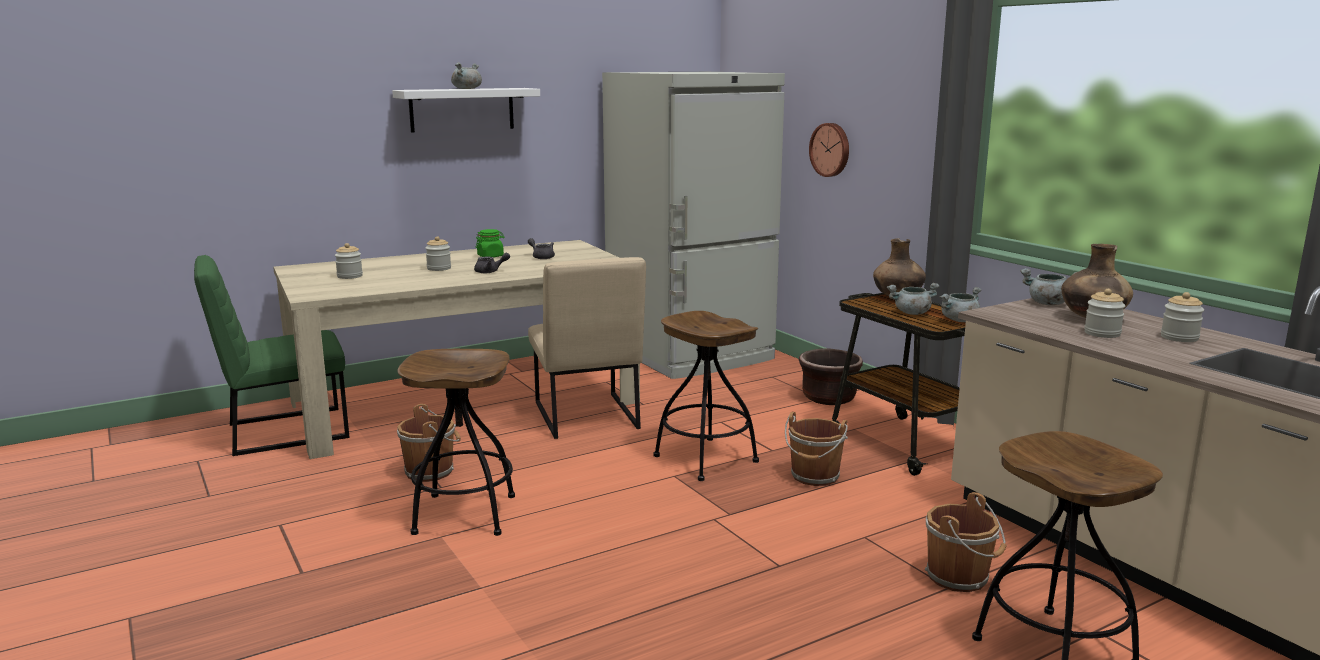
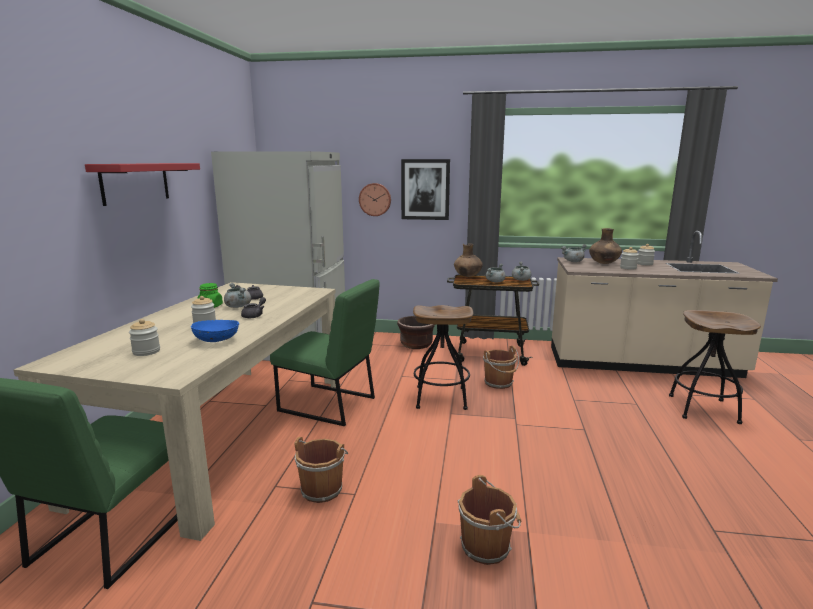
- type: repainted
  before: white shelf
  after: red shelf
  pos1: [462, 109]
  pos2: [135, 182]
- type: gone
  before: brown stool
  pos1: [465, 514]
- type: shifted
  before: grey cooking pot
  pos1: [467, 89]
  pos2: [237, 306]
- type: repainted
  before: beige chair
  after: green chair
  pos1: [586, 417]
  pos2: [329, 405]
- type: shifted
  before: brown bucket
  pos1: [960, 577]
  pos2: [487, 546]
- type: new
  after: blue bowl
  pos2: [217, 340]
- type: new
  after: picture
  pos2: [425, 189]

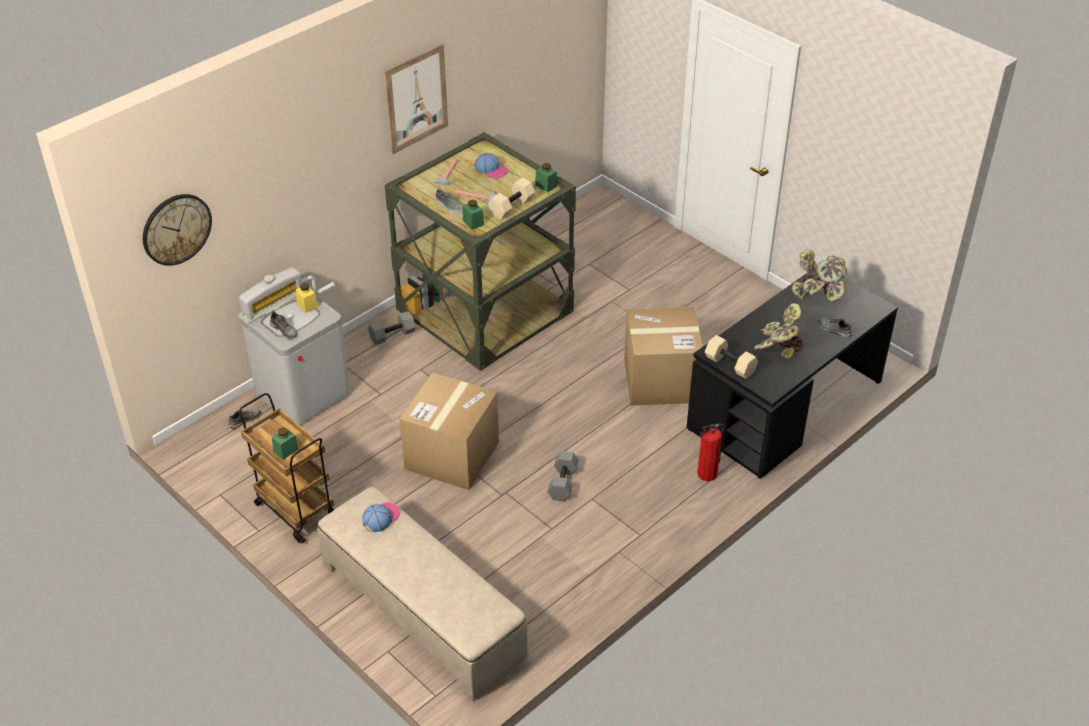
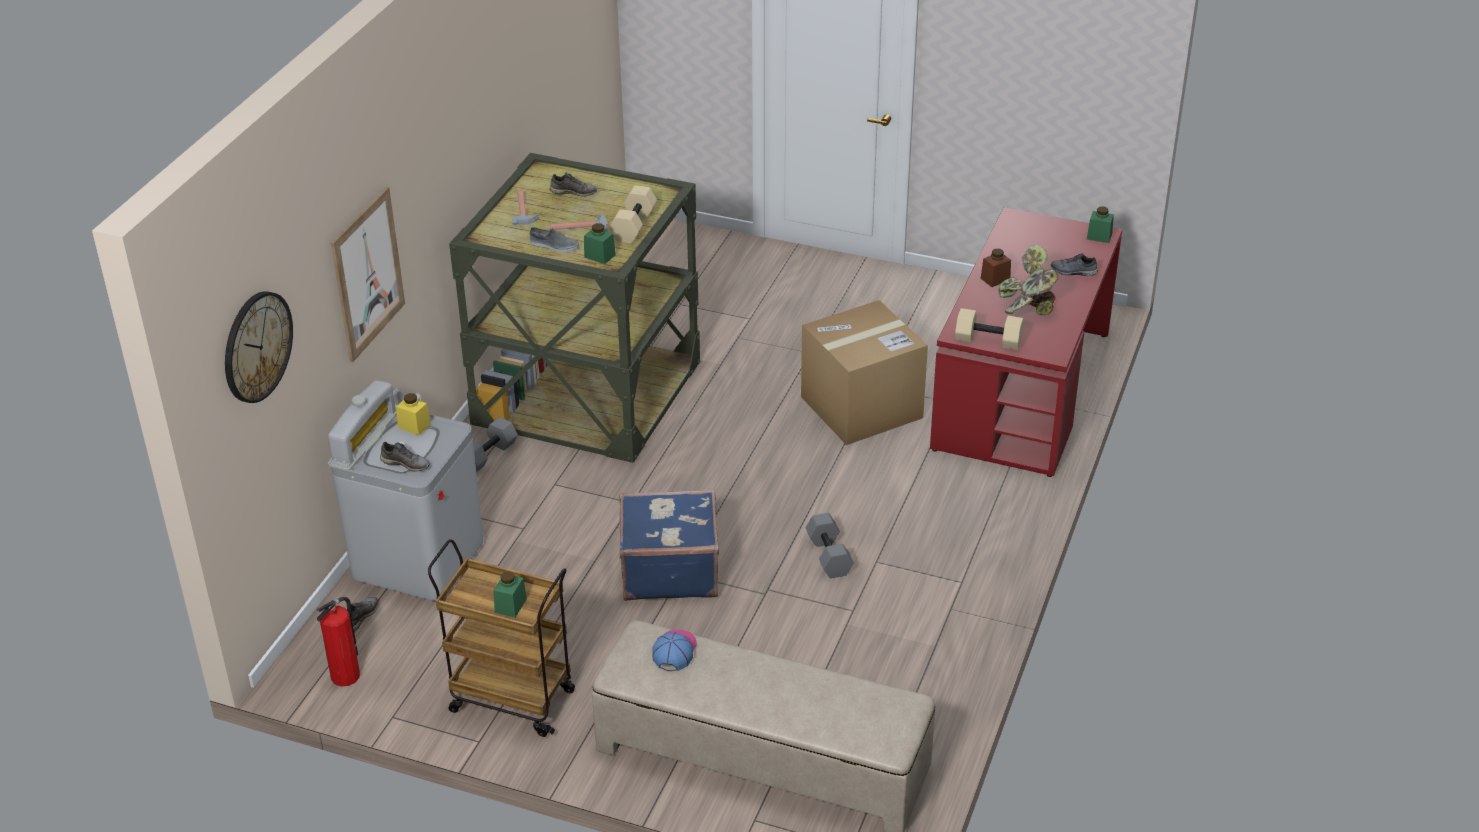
- type: shifted
  before: picture
  pos1: [416, 98]
  pos2: [367, 274]
- type: swapped
  before: cardboard box
  after: blue suitcase
  pos1: [452, 455]
  pos2: [669, 570]
- type: swapped
  before: cap
  after: grey shoe
  pos1: [491, 169]
  pos2: [574, 192]
- type: shifted
  before: green jar
  pos1: [546, 185]
  pos2: [1099, 236]
- type: repainted
  before: black desk
  after: red desk
  pos1: [785, 405]
  pos2: [1023, 390]
- type: shifted
  before: fire extinguisher
  pos1: [707, 473]
  pos2: [346, 675]
- type: gone
  before: potted plant
  pos1: [818, 293]
- type: new
  after: brown jar
  pos2: [995, 279]

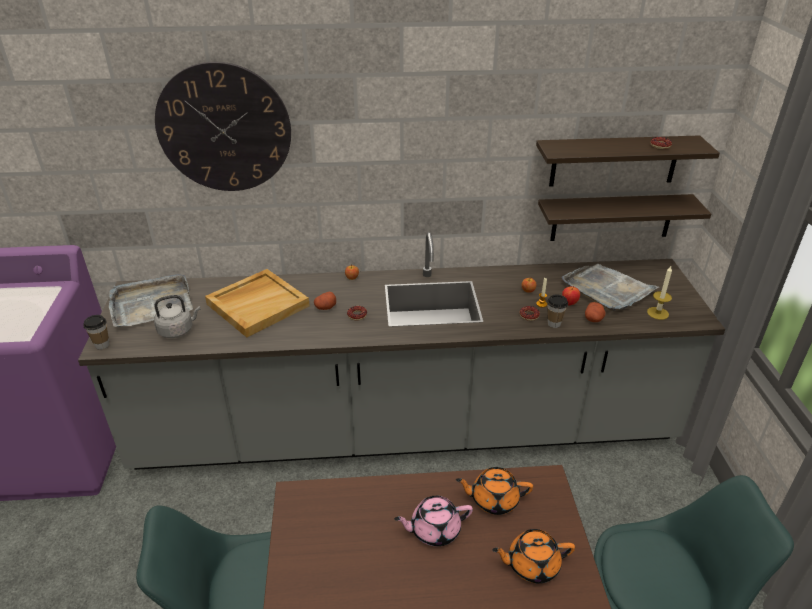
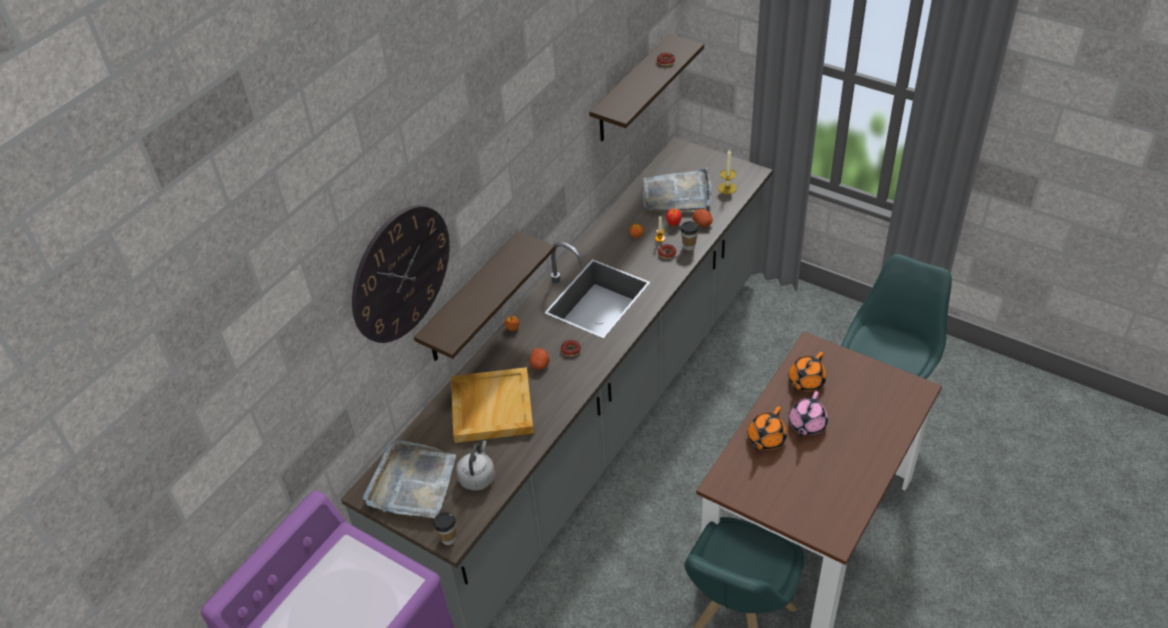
- type: shifted
  before: orange teapot
  pos1: [532, 564]
  pos2: [765, 439]
- type: shifted
  before: shelf
  pos1: [612, 217]
  pos2: [471, 300]

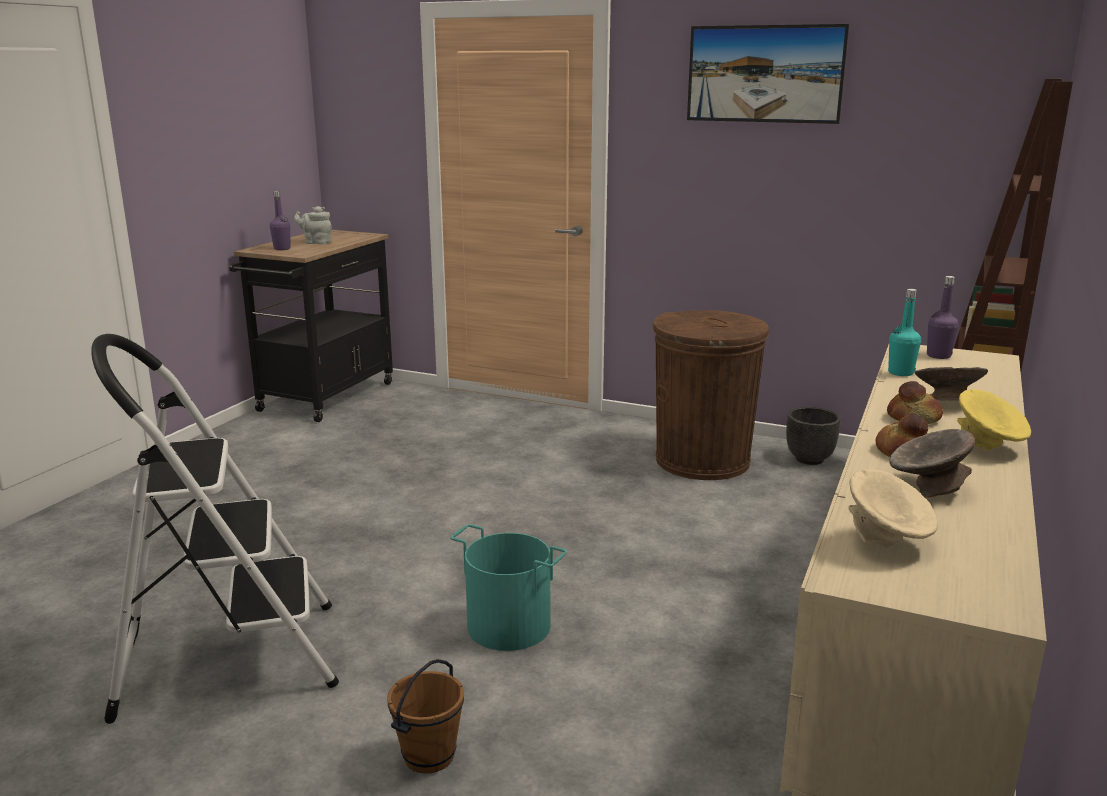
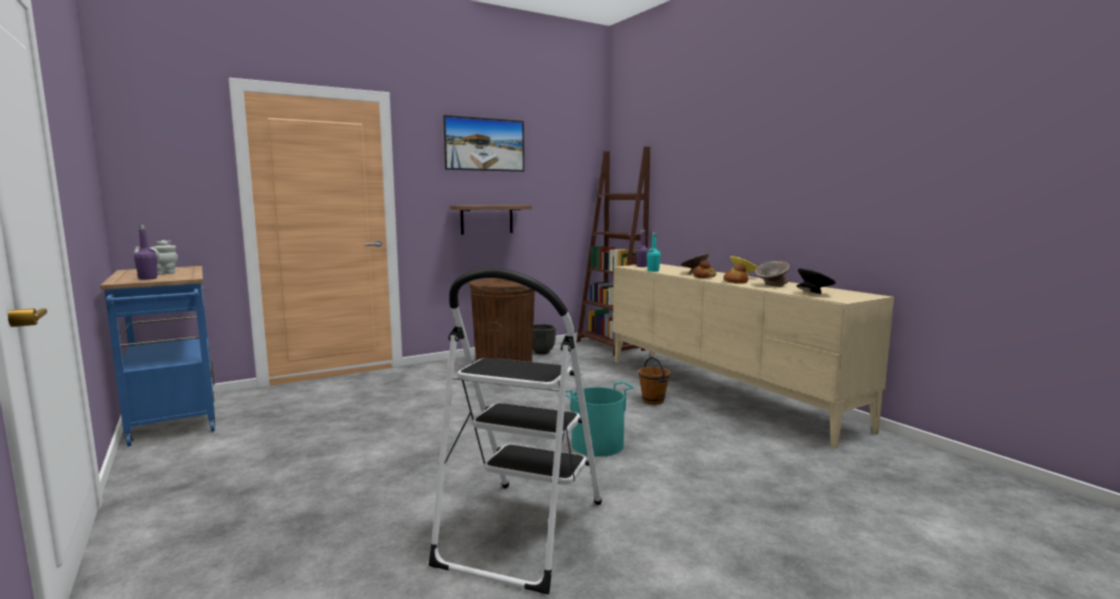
- type: repainted
  before: black cart
  after: blue cart
  pos1: [324, 398]
  pos2: [174, 420]
- type: shifted
  before: brown bucket
  pos1: [430, 756]
  pos2: [653, 401]
- type: repainted
  before: beige bowl
  after: black bowl
  pos1: [887, 542]
  pos2: [814, 294]
- type: new
  after: shelf
  pos2: [486, 219]

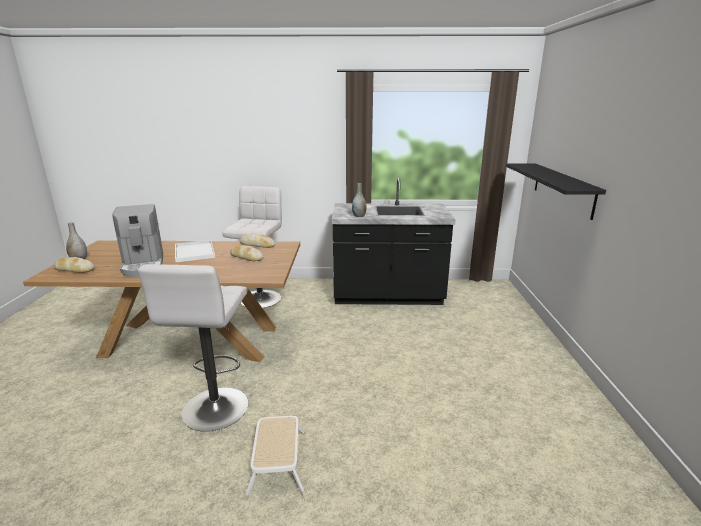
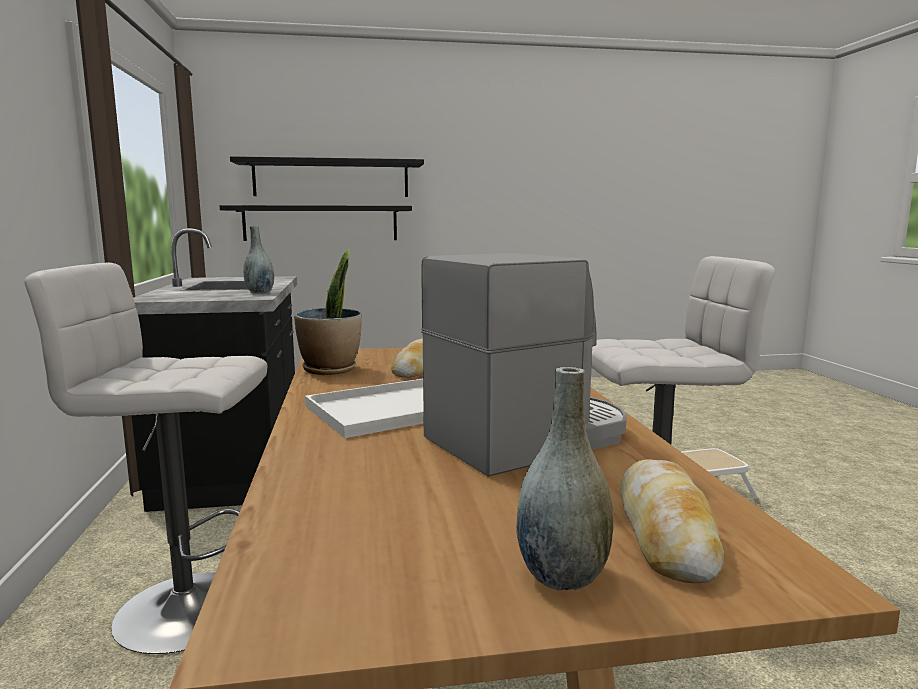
- type: swapped
  before: bread
  after: potted plant
  pos1: [257, 245]
  pos2: [330, 369]
- type: new
  after: black shelf
  pos2: [331, 179]

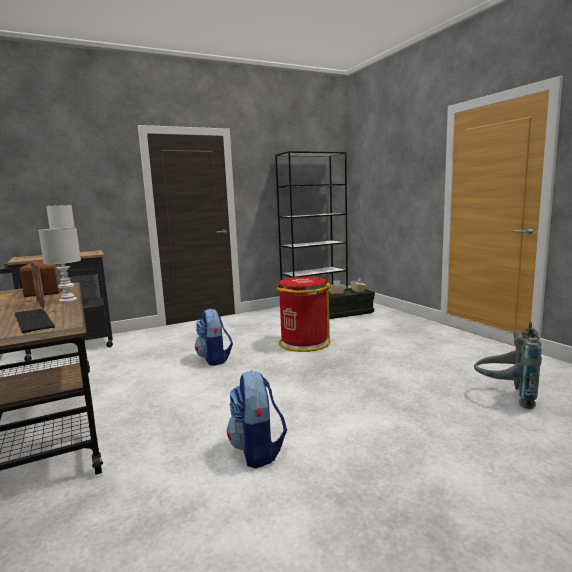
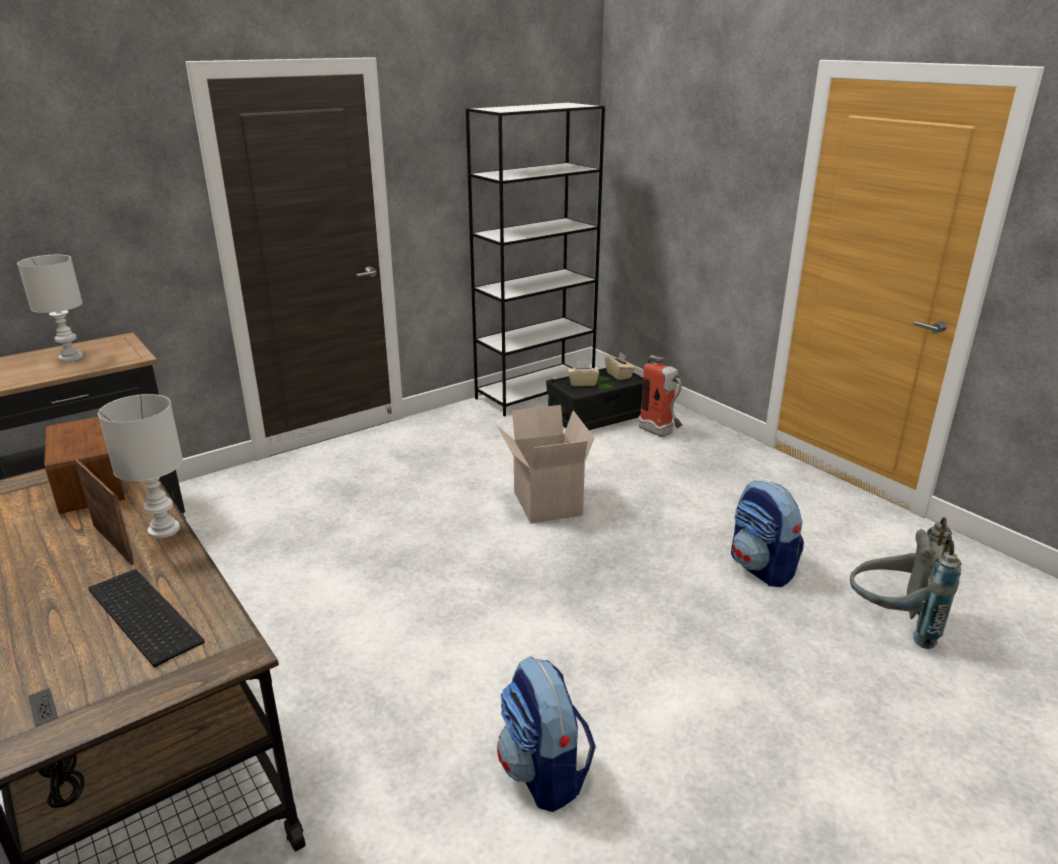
- type: shifted
  before: backpack
  pos1: [214, 359]
  pos2: [761, 568]
- type: swapped
  before: red trash can
  after: cardboard box
  pos1: [304, 343]
  pos2: [544, 503]
- type: new
  after: fire extinguisher
  pos2: [660, 433]

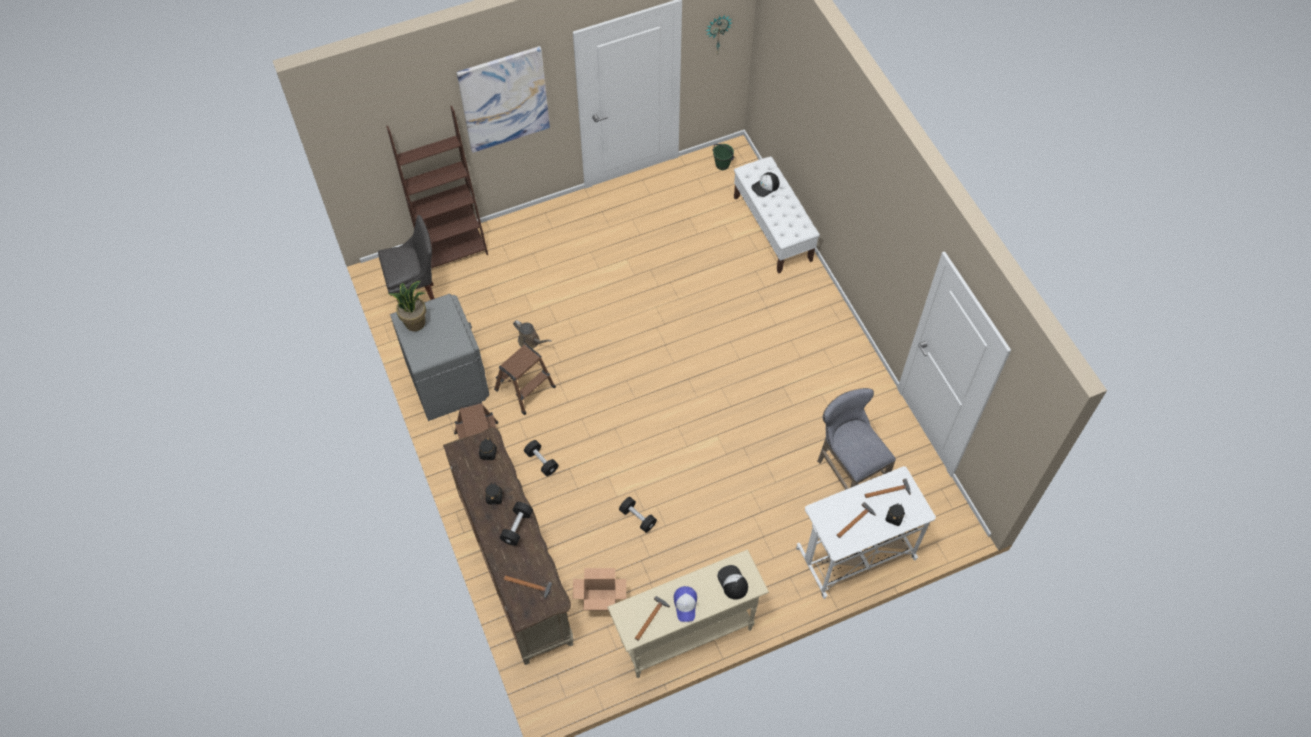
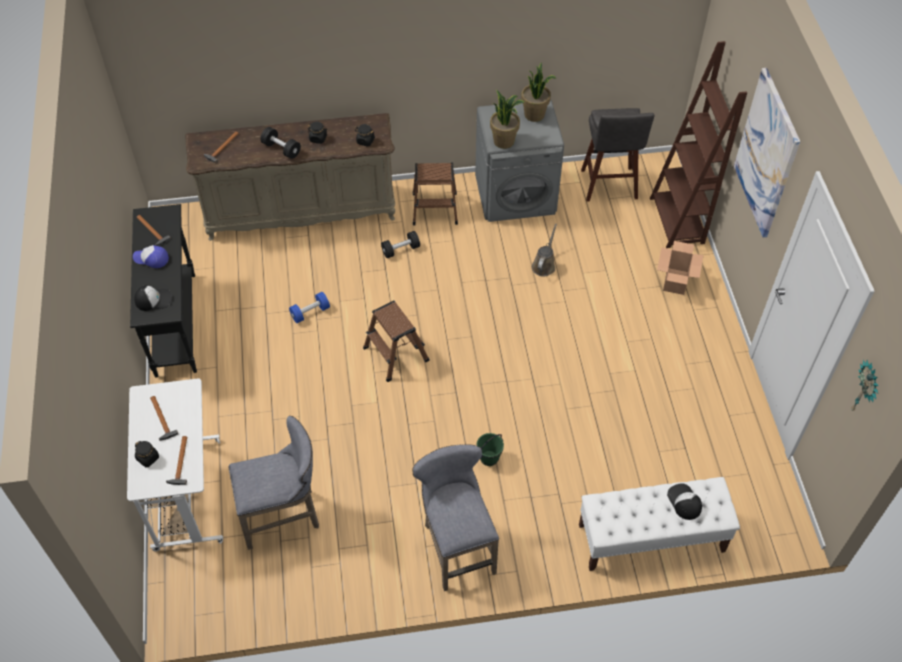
- type: shifted
  before: brown step ladder
  pos1: [524, 388]
  pos2: [396, 354]
- type: rotated
  before: brown watering can
  pos1: [530, 341]
  pos2: [544, 265]
  turn: 150
- type: shifted
  before: cardboard box
  pos1: [601, 599]
  pos2: [675, 282]
- type: repainted
  before: beige console table
  after: black console table
  pos1: [686, 635]
  pos2: [176, 324]
- type: repainted
  before: black dumbbell
  after: blue dumbbell
  pos1: [638, 518]
  pos2: [310, 312]
- type: shifted
  before: green bucket
  pos1: [722, 164]
  pos2: [489, 458]
- type: new
  after: grey stool
  pos2: [456, 545]
- type: new
  after: potted plant
  pos2: [504, 141]

